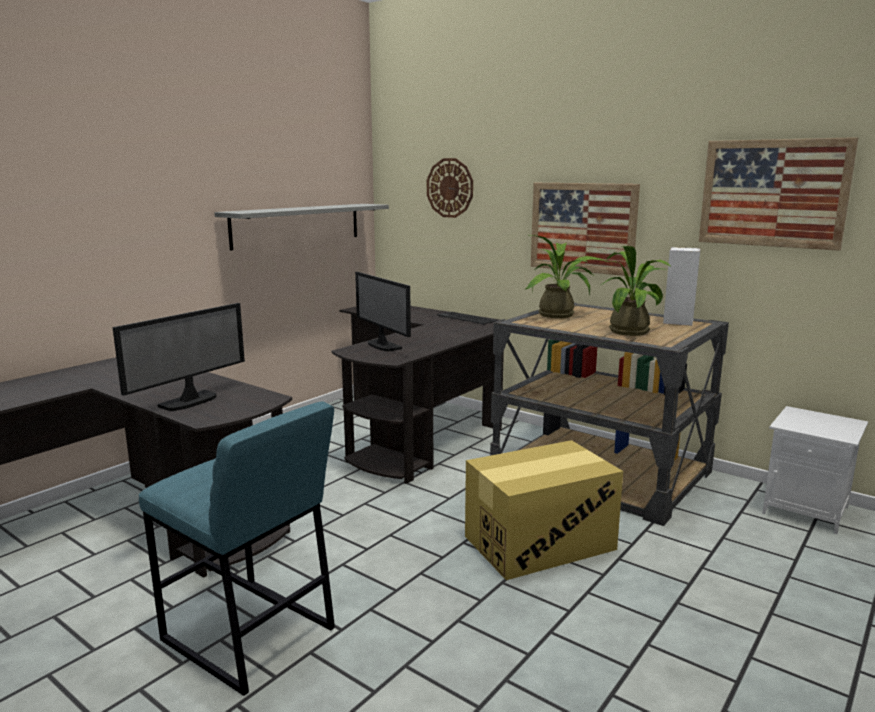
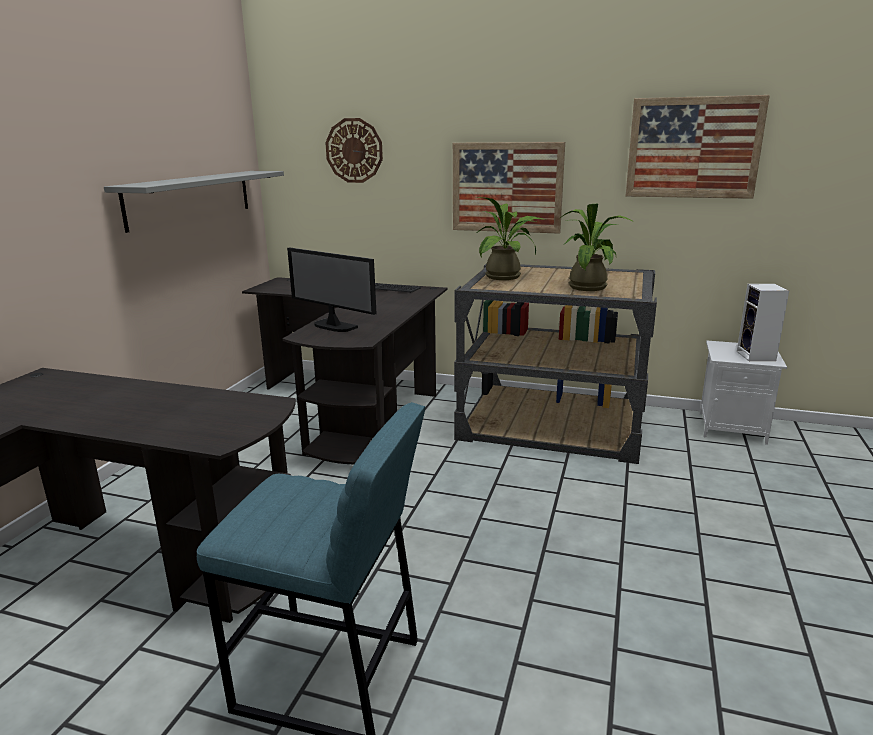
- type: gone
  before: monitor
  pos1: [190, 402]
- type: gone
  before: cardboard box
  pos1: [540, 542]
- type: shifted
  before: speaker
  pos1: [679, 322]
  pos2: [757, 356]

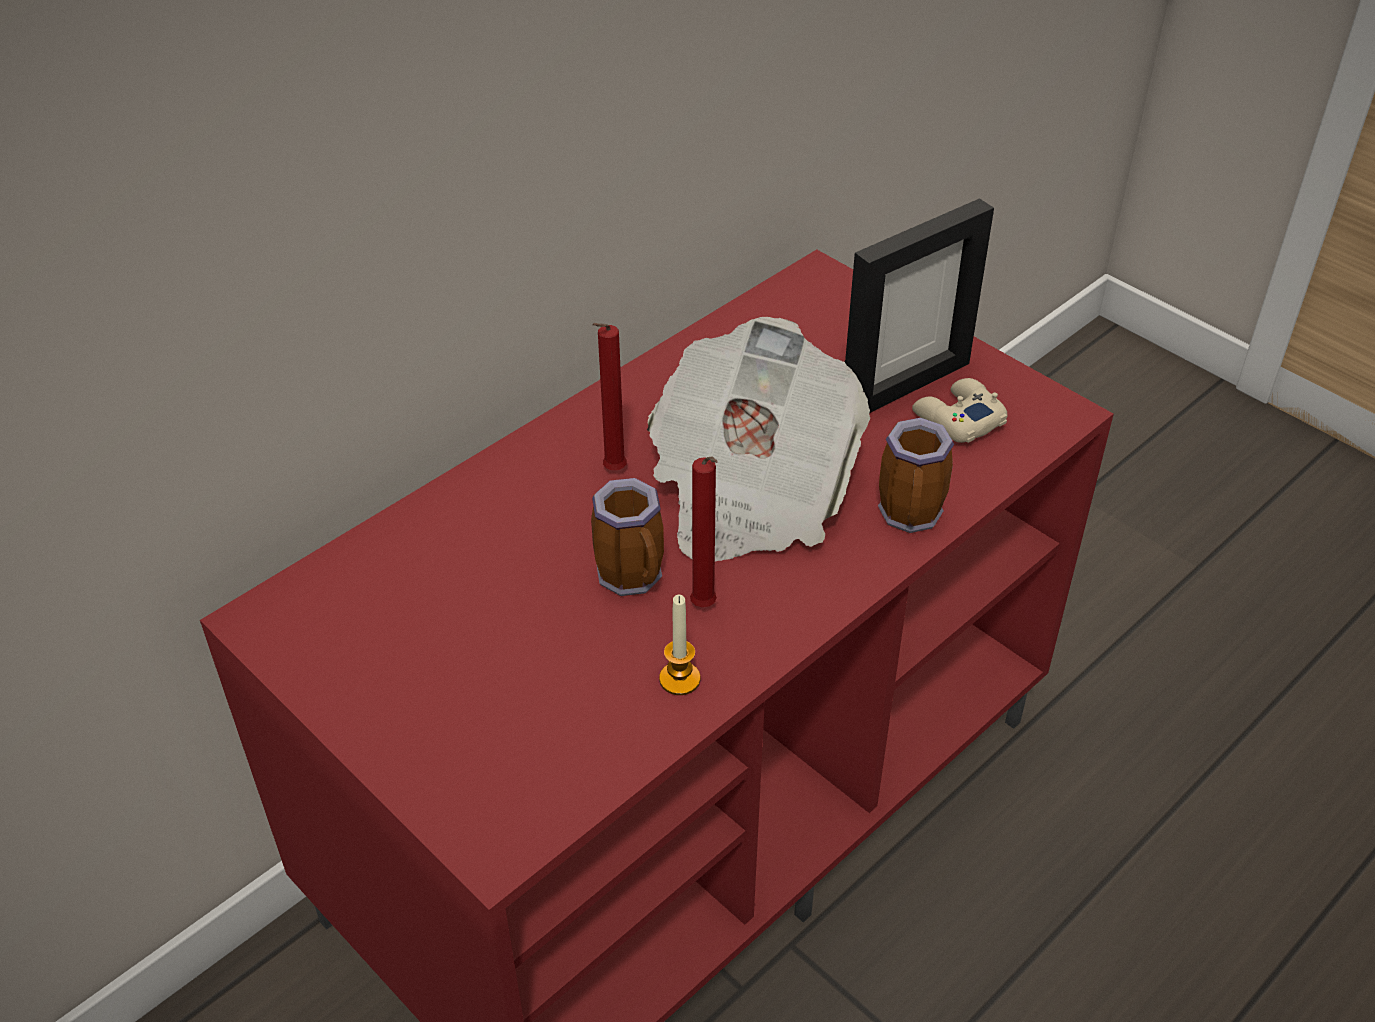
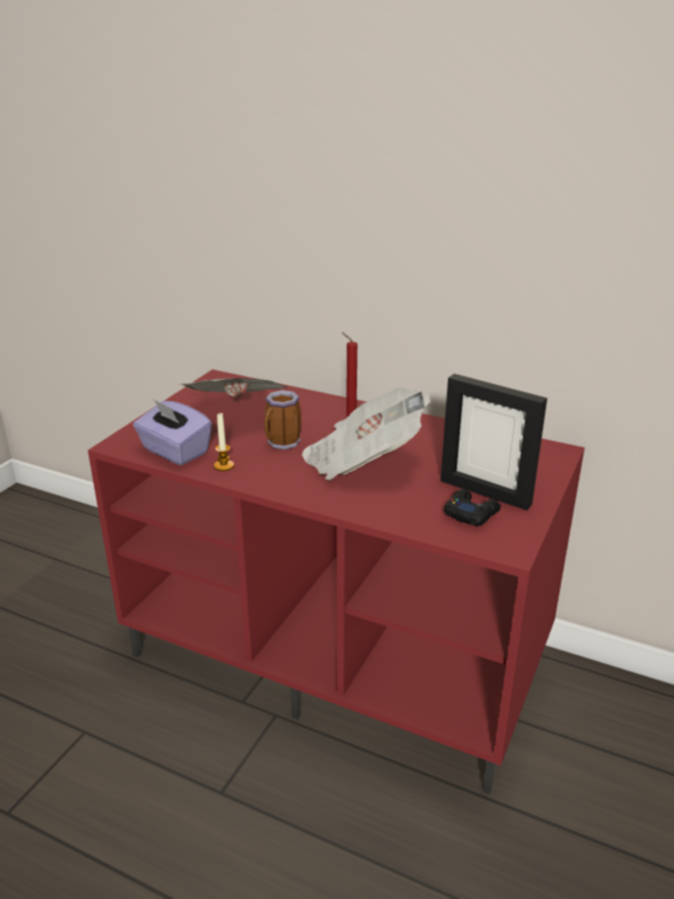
- type: gone
  before: red candle
  pos1: [705, 608]
- type: gone
  before: mug
  pos1: [912, 517]
- type: repainted
  before: beige game controller
  after: black game controller
  pos1: [958, 419]
  pos2: [471, 513]
- type: new
  after: purple tissue box
  pos2: [174, 451]
- type: new
  after: newspaper
  pos2: [236, 412]

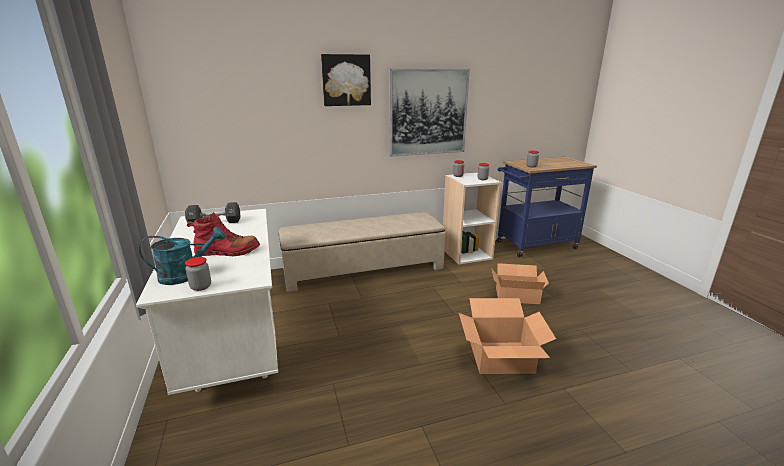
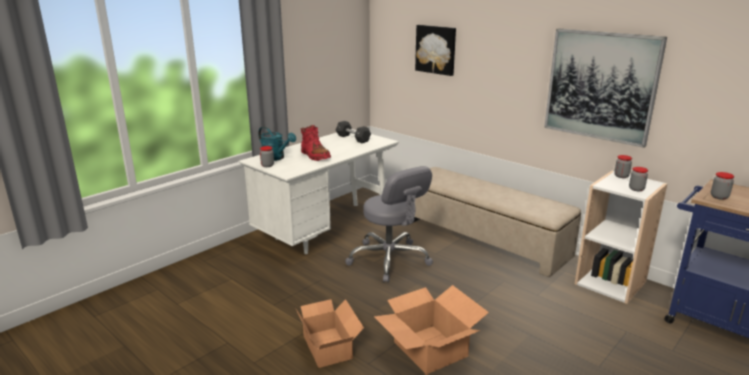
- type: shifted
  before: picture
  pos1: [346, 80]
  pos2: [436, 49]
- type: shifted
  before: cardboard box
  pos1: [515, 295]
  pos2: [329, 345]
- type: new
  after: grey office chair
  pos2: [391, 261]

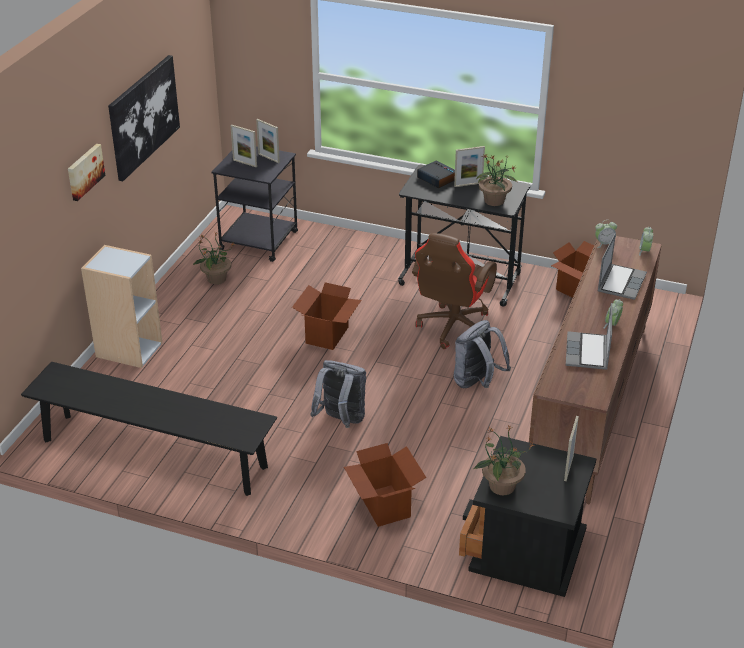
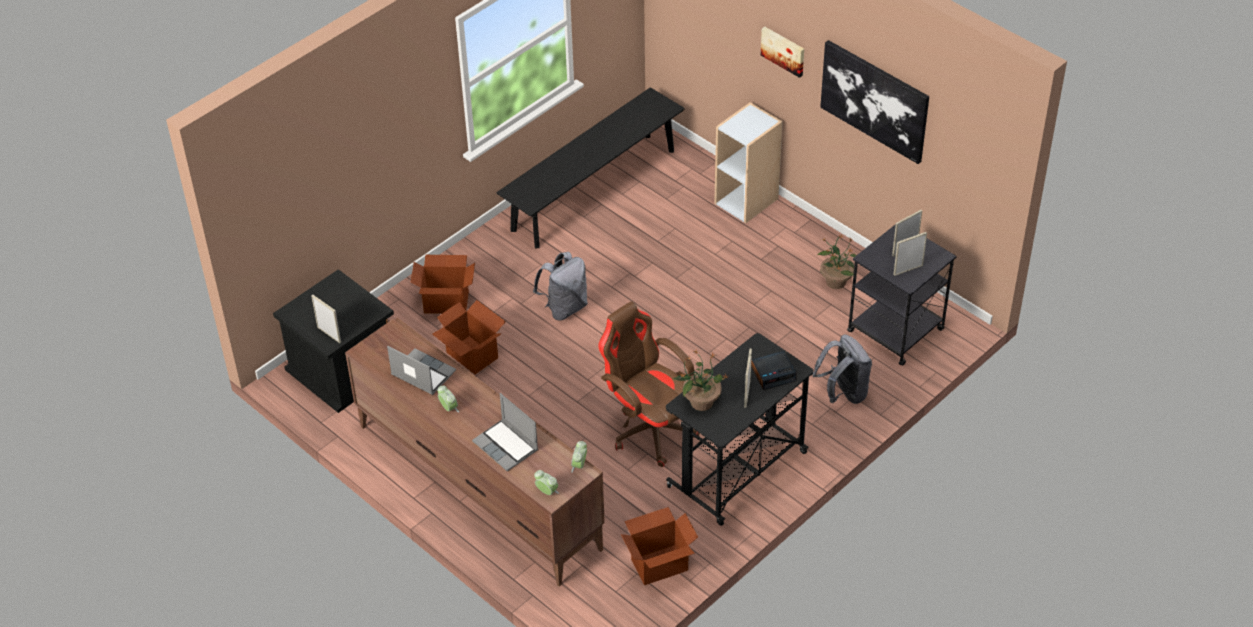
- type: shifted
  before: cardboard box
  pos1: [328, 335]
  pos2: [471, 356]
- type: shifted
  before: grey backpack
  pos1: [477, 383]
  pos2: [843, 393]
- type: gone
  before: potted plant
  pos1: [501, 486]

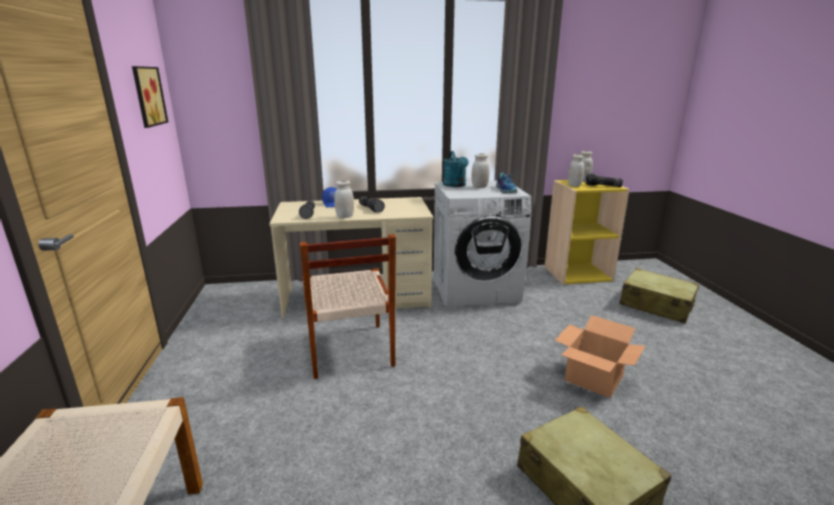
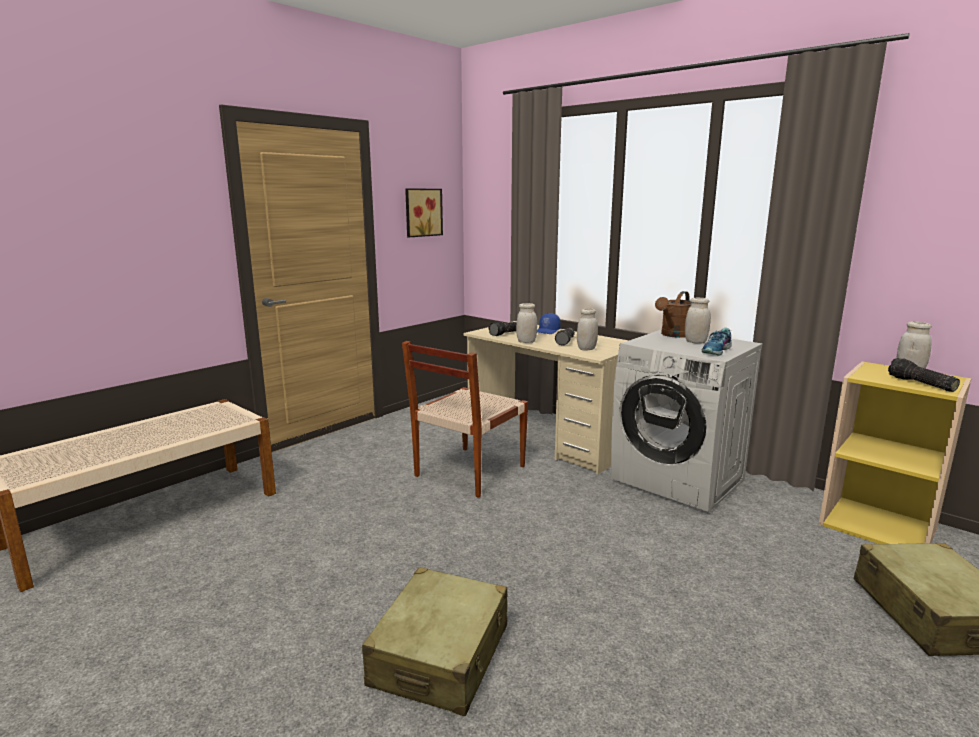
- type: repainted
  before: turquoise watering can
  after: brown watering can
  pos1: [455, 185]
  pos2: [673, 335]
- type: gone
  before: cardboard box
  pos1: [594, 378]
- type: shifted
  before: white jar
  pos1: [574, 185]
  pos2: [586, 349]

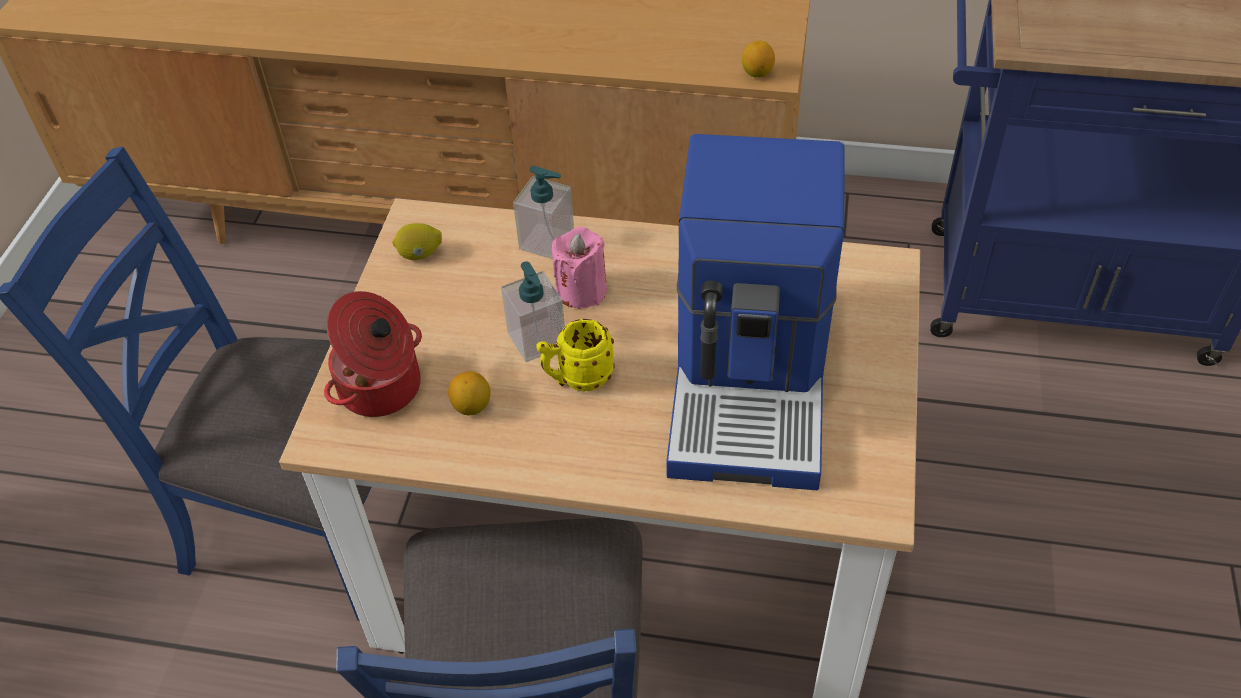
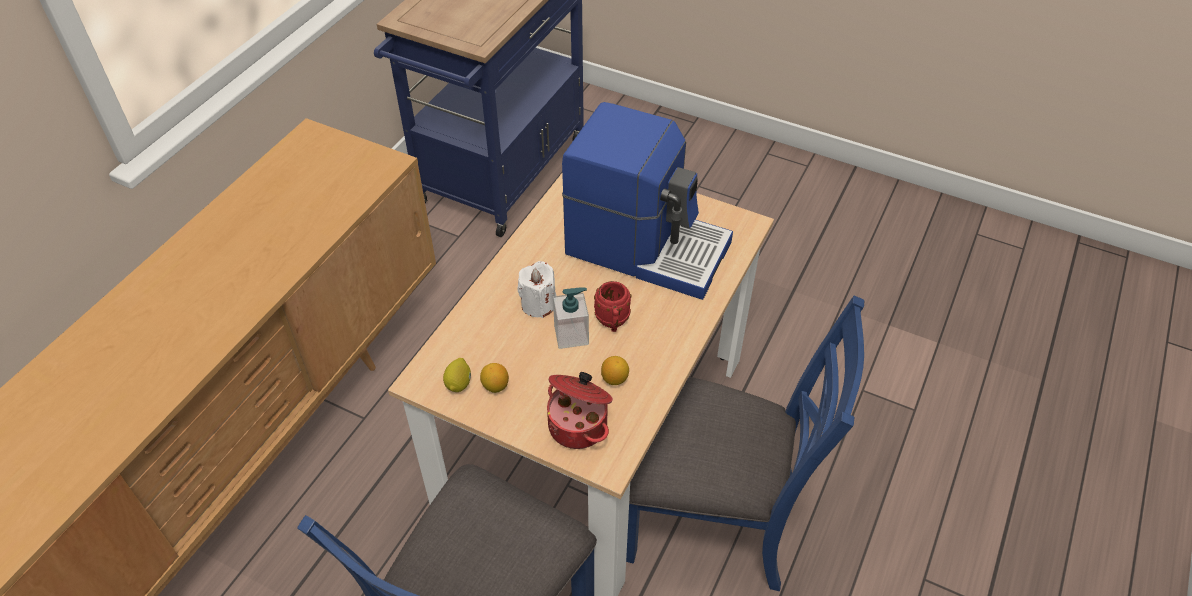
- type: gone
  before: soap dispenser
  pos1: [547, 241]
- type: repainted
  before: yellow mug
  after: red mug
  pos1: [577, 379]
  pos2: [613, 322]
- type: repainted
  before: pink candle
  after: white candle
  pos1: [581, 290]
  pos2: [538, 304]
- type: shifted
  before: lemon
  pos1: [757, 73]
  pos2: [495, 386]

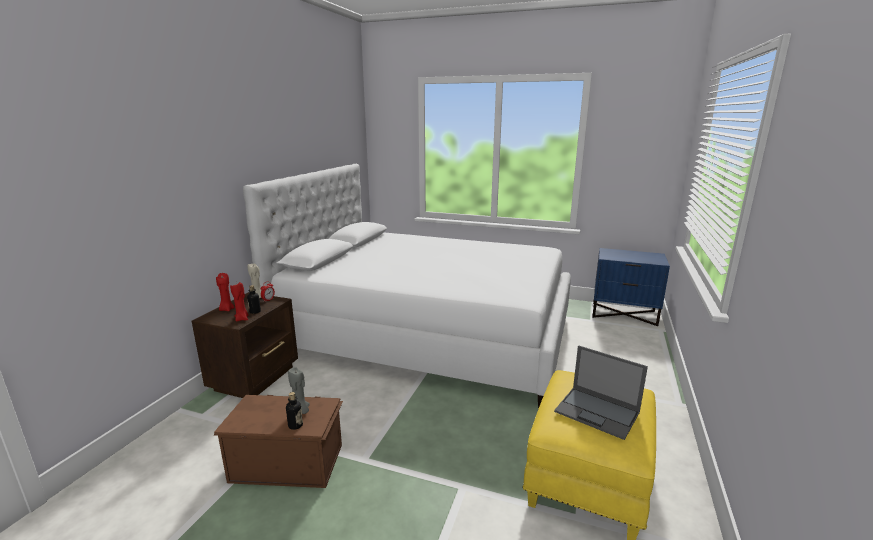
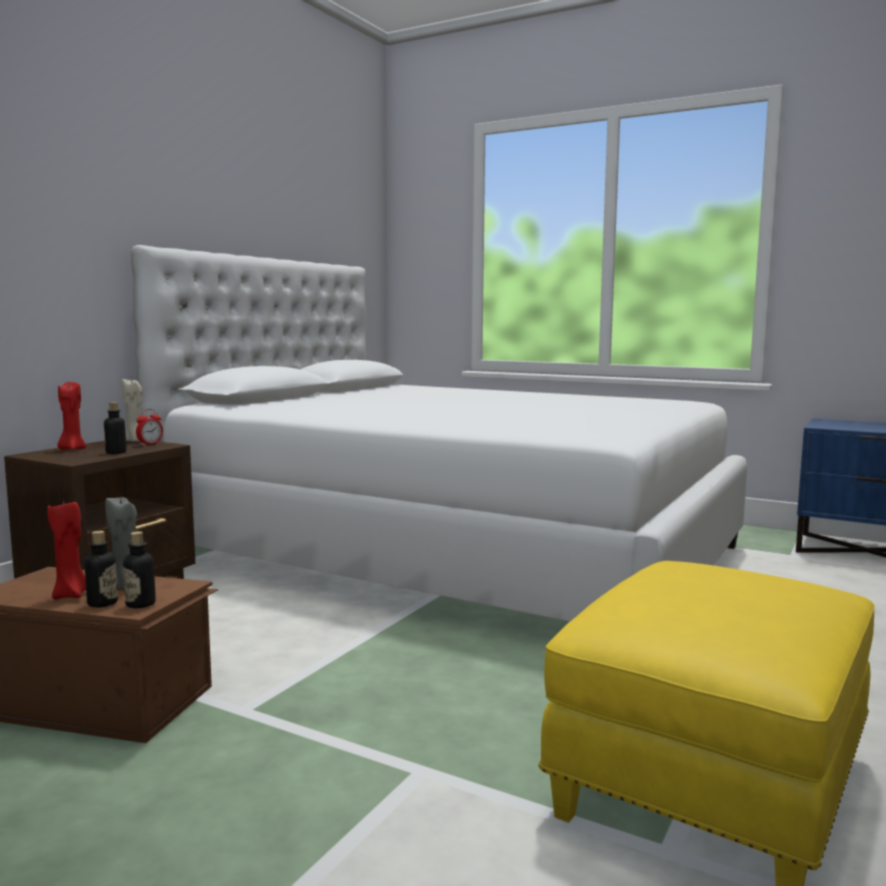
- type: shifted
  before: red candle
  pos1: [242, 319]
  pos2: [71, 595]
- type: gone
  before: laptop
  pos1: [598, 412]
- type: new
  after: bottle
  pos2: [140, 604]

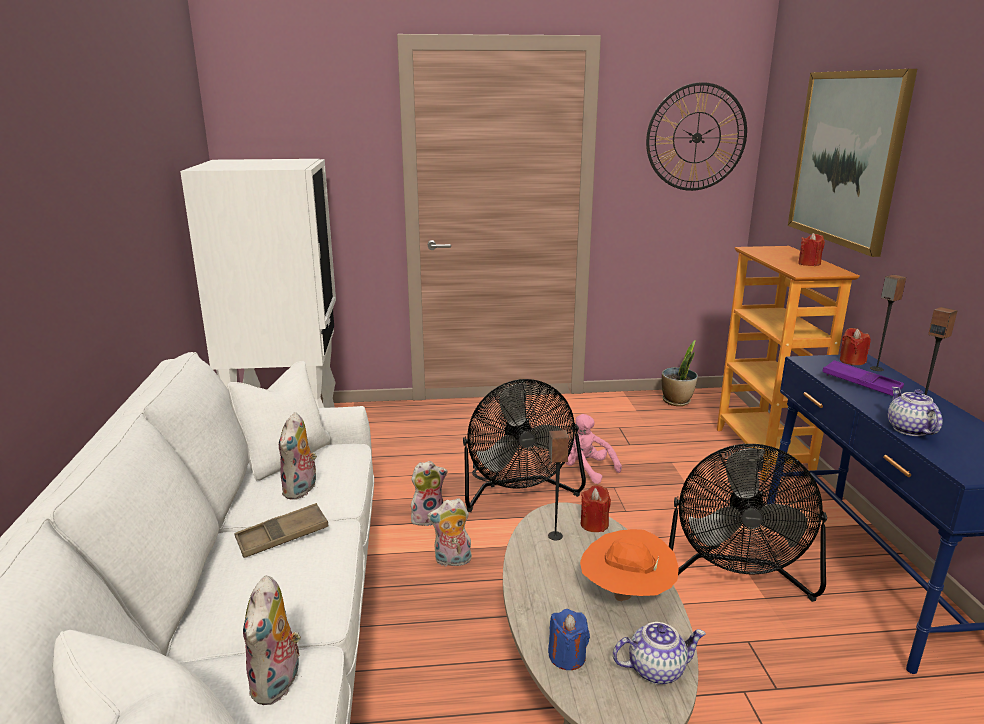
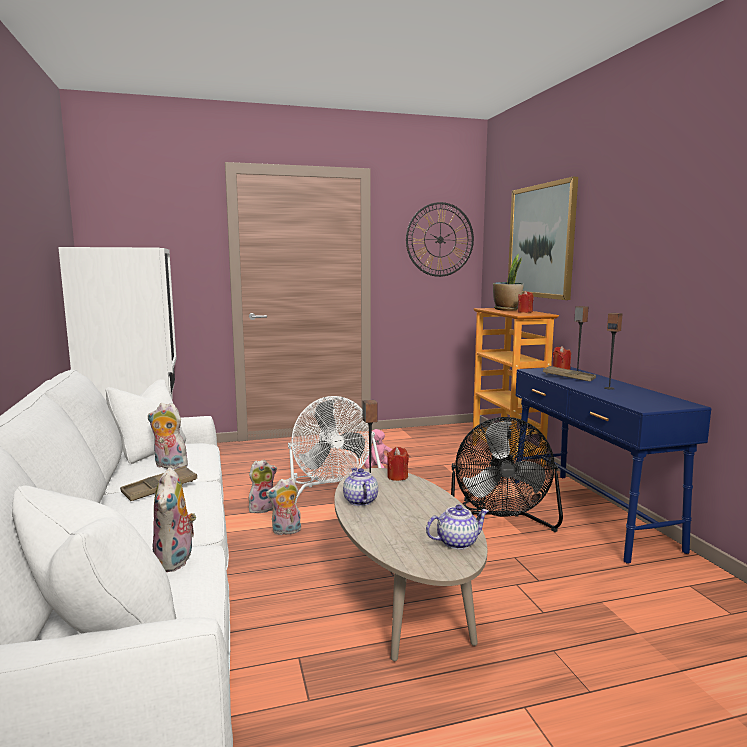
- type: rotated
  before: plush toy
  pos1: [301, 490]
  pos2: [169, 466]
  turn: 105
- type: repainted
  before: black fan
  after: white fan
  pos1: [513, 491]
  pos2: [327, 488]
- type: gone
  before: blue candle
  pos1: [567, 657]
- type: gone
  before: orange hat
  pos1: [625, 597]
- type: shifted
  before: potted plant
  pos1: [677, 401]
  pos2: [507, 309]
- type: repainted
  before: purple tray
  after: brown tray
  pos1: [861, 383]
  pos2: [568, 377]
- type: shifted
  before: teapot
  pos1: [908, 429]
  pos2: [360, 501]

